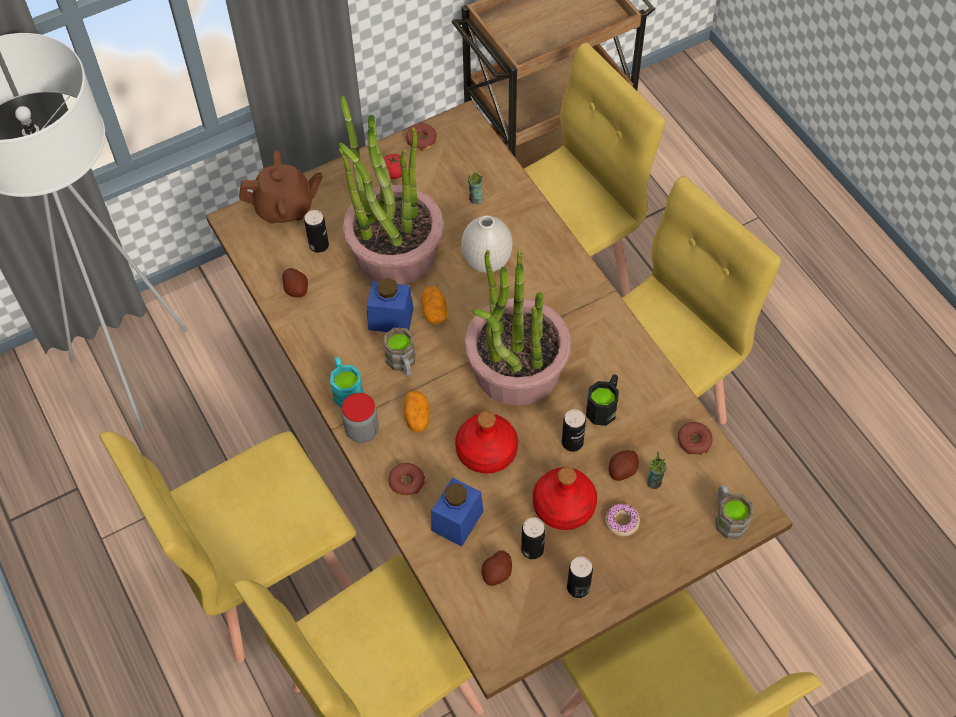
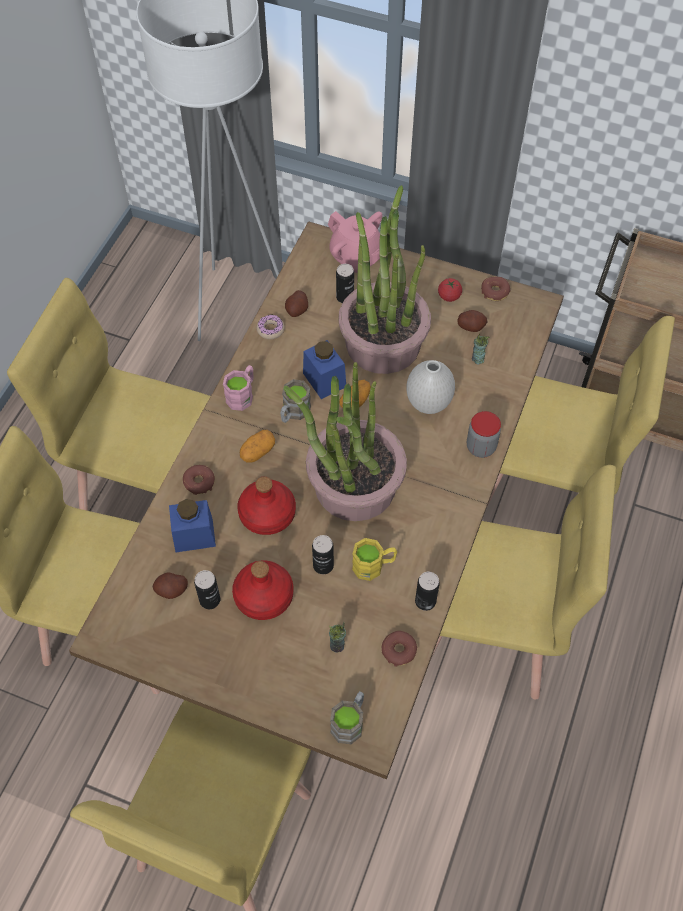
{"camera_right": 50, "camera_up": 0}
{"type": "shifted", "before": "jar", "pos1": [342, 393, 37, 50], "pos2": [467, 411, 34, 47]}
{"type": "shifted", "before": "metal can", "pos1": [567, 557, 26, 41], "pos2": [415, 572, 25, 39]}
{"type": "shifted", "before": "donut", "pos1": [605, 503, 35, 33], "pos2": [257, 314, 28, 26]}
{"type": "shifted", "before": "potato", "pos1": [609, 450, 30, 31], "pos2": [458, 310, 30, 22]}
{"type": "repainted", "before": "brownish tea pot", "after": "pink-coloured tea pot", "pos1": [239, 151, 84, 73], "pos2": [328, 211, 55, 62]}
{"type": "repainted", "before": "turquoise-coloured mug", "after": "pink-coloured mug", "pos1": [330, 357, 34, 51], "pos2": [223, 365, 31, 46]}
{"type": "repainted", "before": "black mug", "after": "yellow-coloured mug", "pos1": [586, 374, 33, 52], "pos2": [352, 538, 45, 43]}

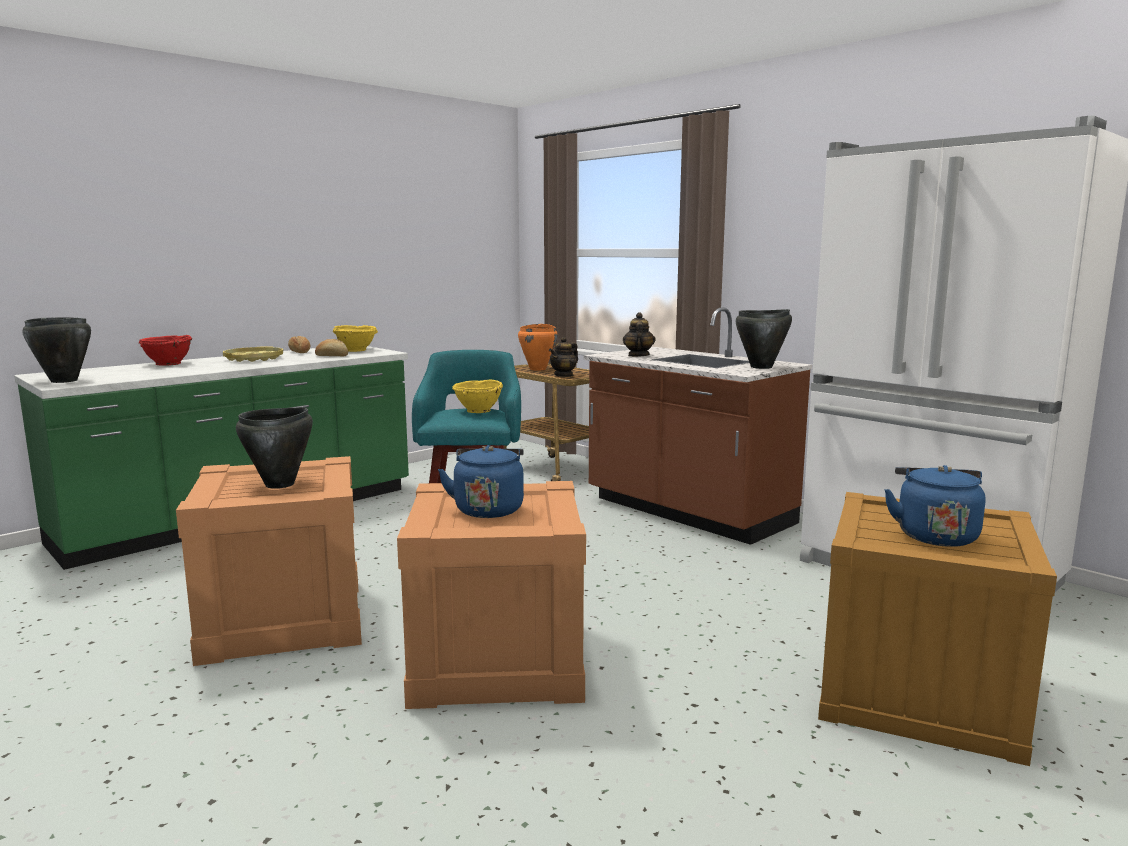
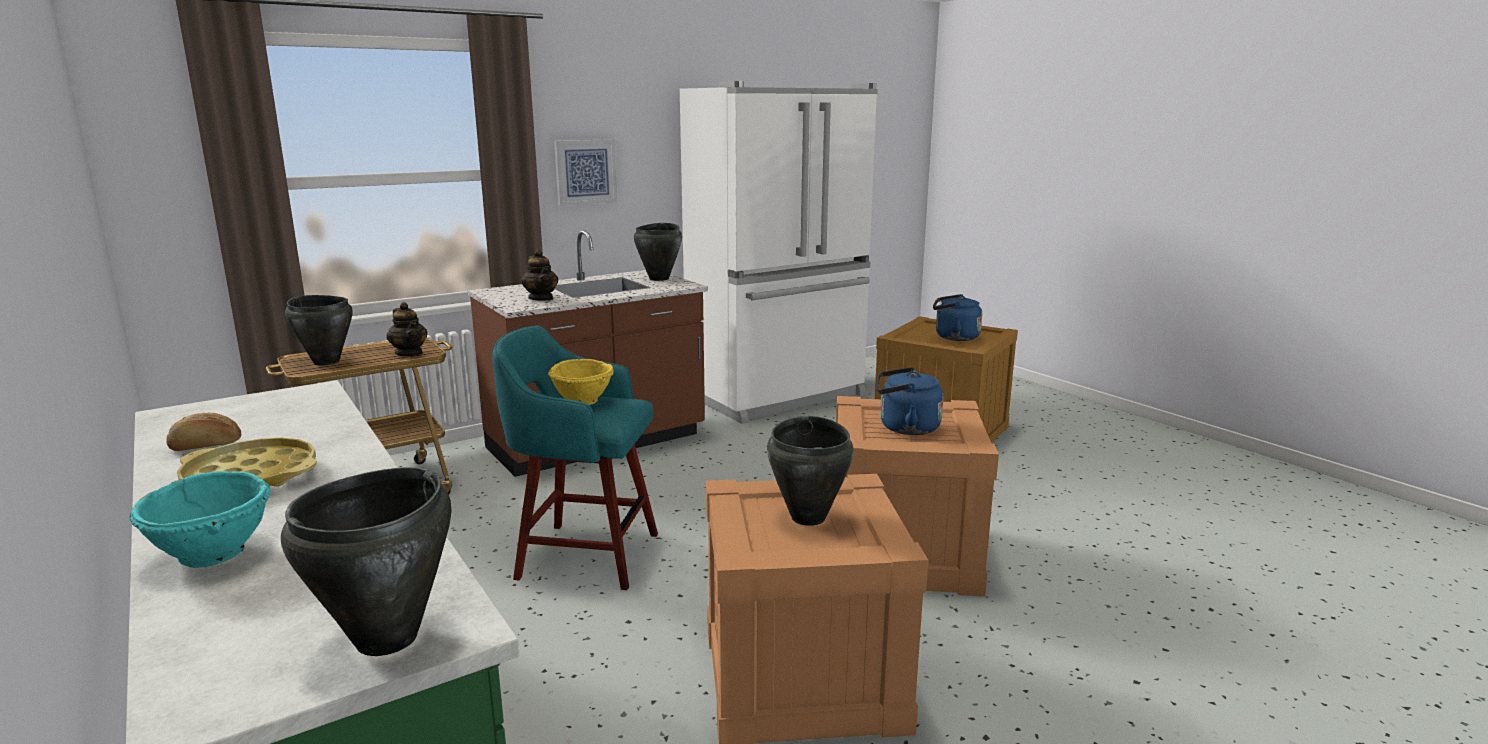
{"camera_right": -80, "camera_up": 5}
{"type": "gone", "before": "bread", "pos1": [315, 339, 33, 18]}
{"type": "gone", "before": "yellow-coloured bowl", "pos1": [333, 325, 45, 27]}
{"type": "new", "after": "picture", "pos2": [554, 139, 63, 67]}
{"type": "repainted", "before": "reddish bowl", "after": "turquoise-coloured bowl", "pos1": [139, 335, 53, 31], "pos2": [129, 471, 142, 97]}
{"type": "repainted", "before": "orange saucepot", "after": "black saucepot", "pos1": [518, 324, 40, 47], "pos2": [285, 295, 68, 71]}
{"type": "rotated", "before": "tea pot", "pos1": [623, 312, 33, 45], "pos2": [521, 250, 37, 51], "turn": -135}

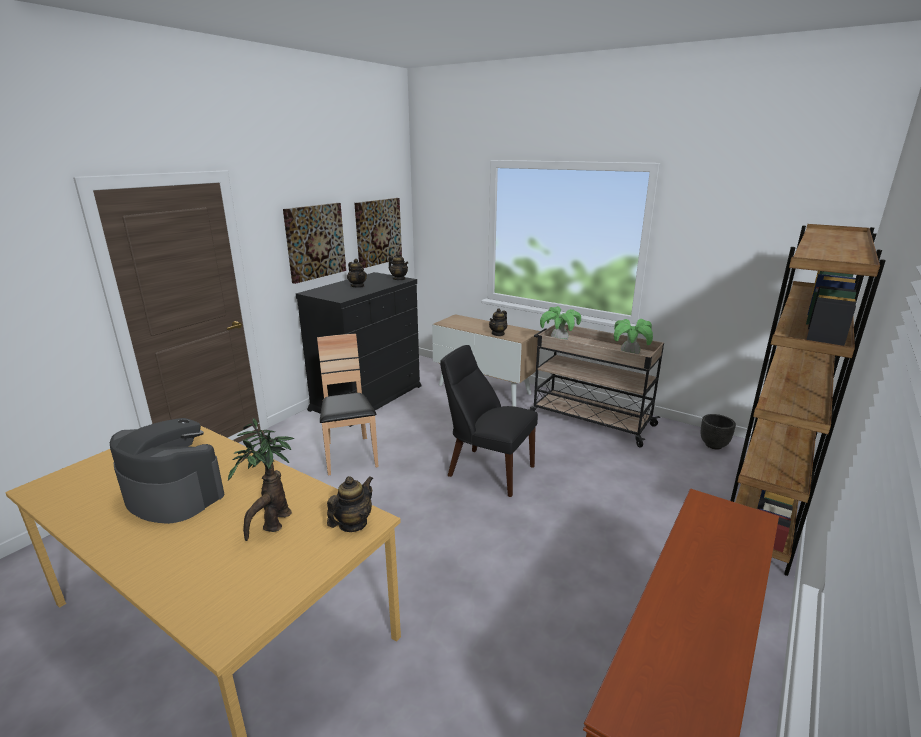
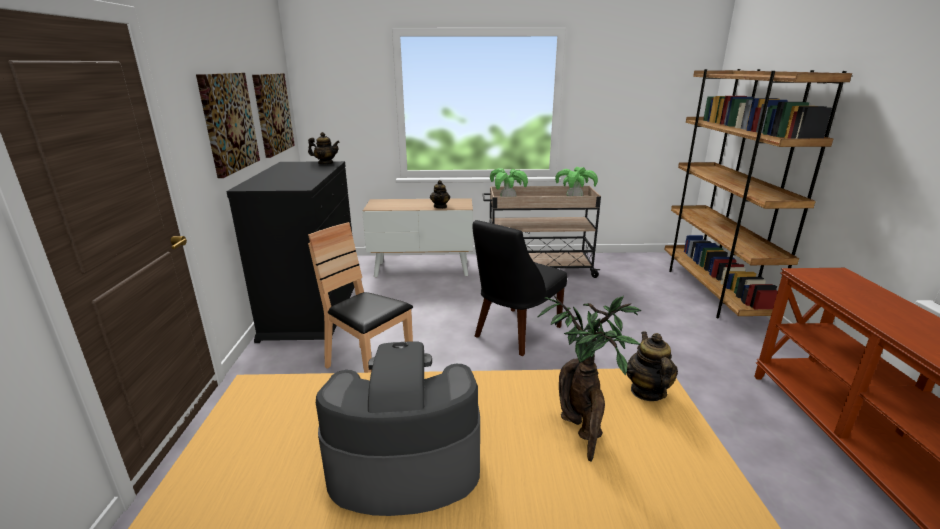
{"camera_right": -35, "camera_up": 0}
{"type": "gone", "before": "tea pot", "pos1": [347, 259, 20, 29]}
{"type": "gone", "before": "black plant pot", "pos1": [701, 414, 35, 36]}
{"type": "rotated", "before": "black plain chair", "pos1": [440, 345, 98, 152], "pos2": [473, 220, 94, 136], "turn": -45}

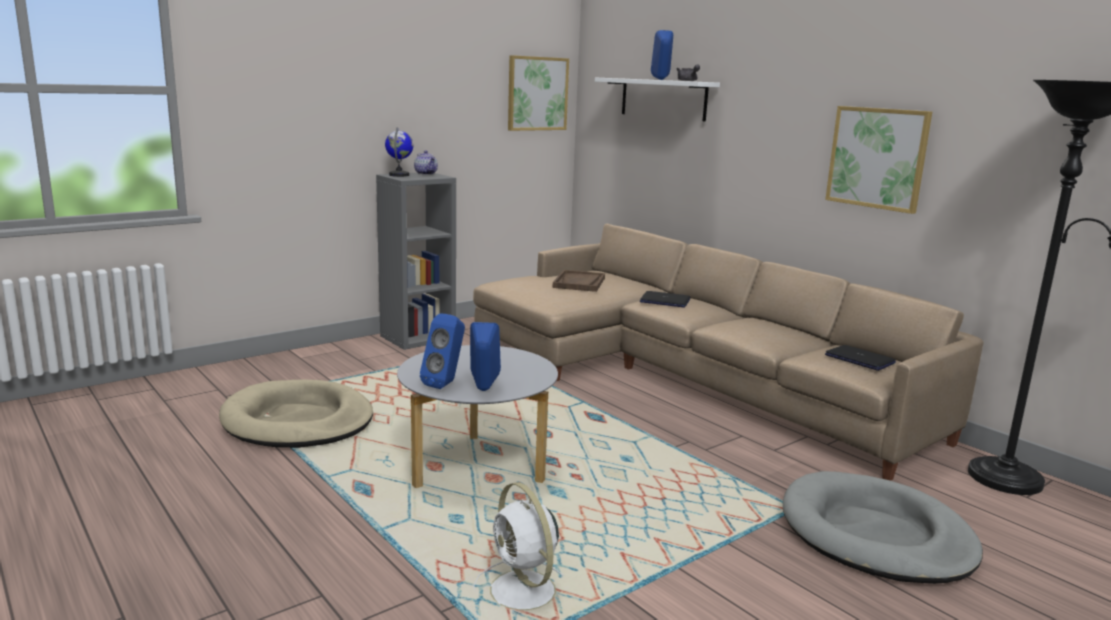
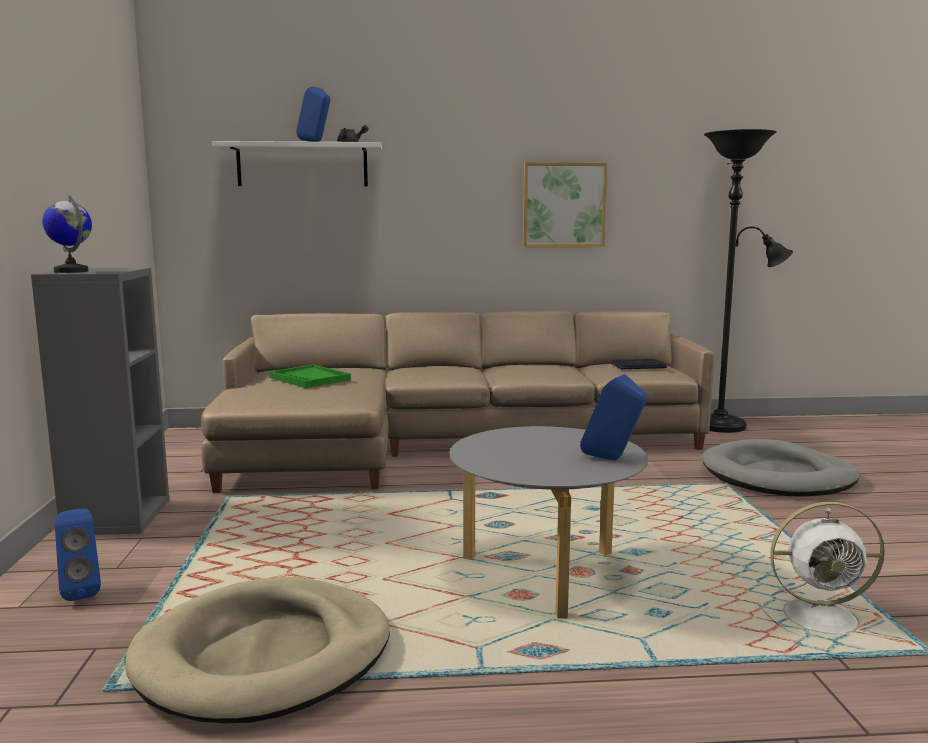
{"camera_right": -55, "camera_up": -5}
{"type": "gone", "before": "tea pot", "pos1": [414, 150, 24, 25]}
{"type": "gone", "before": "picture", "pos1": [508, 55, 61, 76]}
{"type": "gone", "before": "notebook computer", "pos1": [640, 291, 50, 17]}
{"type": "shifted", "before": "blue audio speaker", "pos1": [420, 314, 45, 75], "pos2": [55, 509, 46, 92]}
{"type": "repainted", "before": "brownish serving tray", "after": "green-coloured serving tray", "pos1": [552, 270, 53, 22], "pos2": [269, 365, 82, 23]}

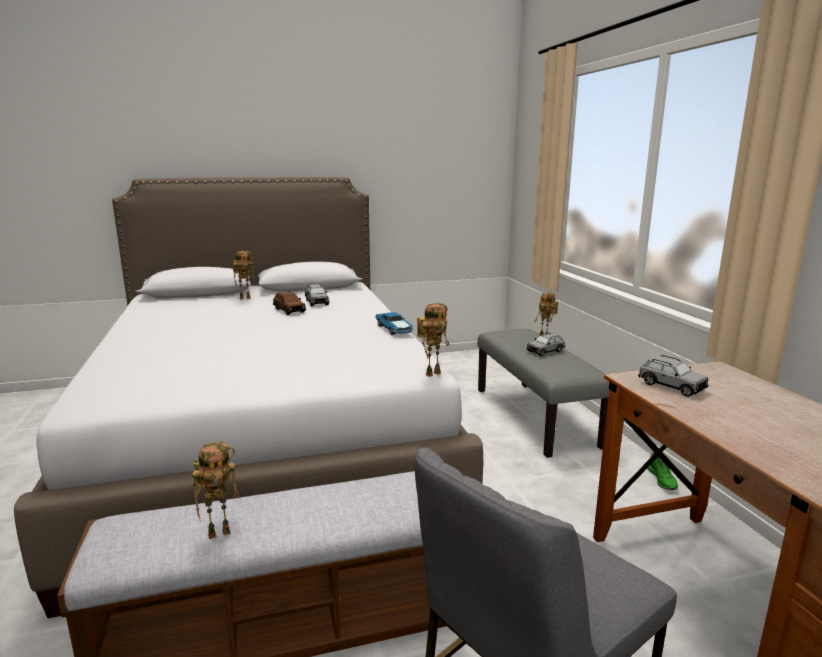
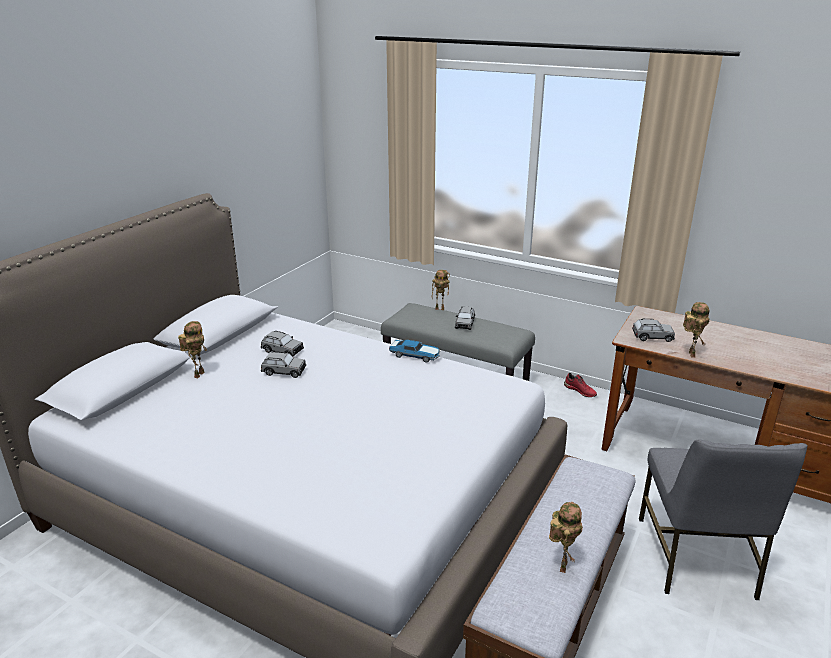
{"camera_right": -45, "camera_up": 10}
{"type": "shifted", "before": "toy robot", "pos1": [417, 303, 33, 74], "pos2": [683, 302, 27, 56]}
{"type": "repainted", "before": "brownish toy car", "after": "grey toy car", "pos1": [273, 291, 33, 24], "pos2": [261, 351, 45, 27]}
{"type": "repainted", "before": "green-coloured item of footwear", "after": "reddish item of footwear", "pos1": [647, 452, 31, 38], "pos2": [564, 373, 33, 24]}

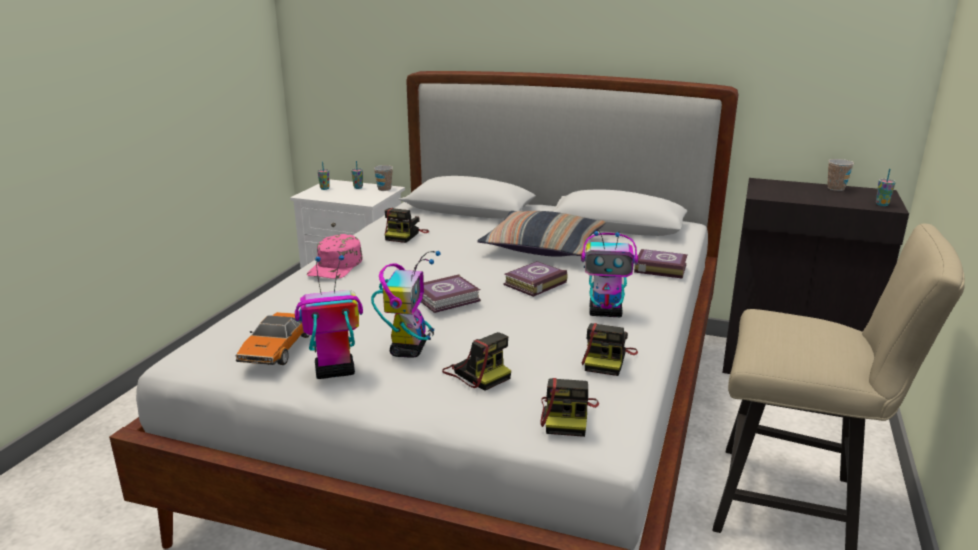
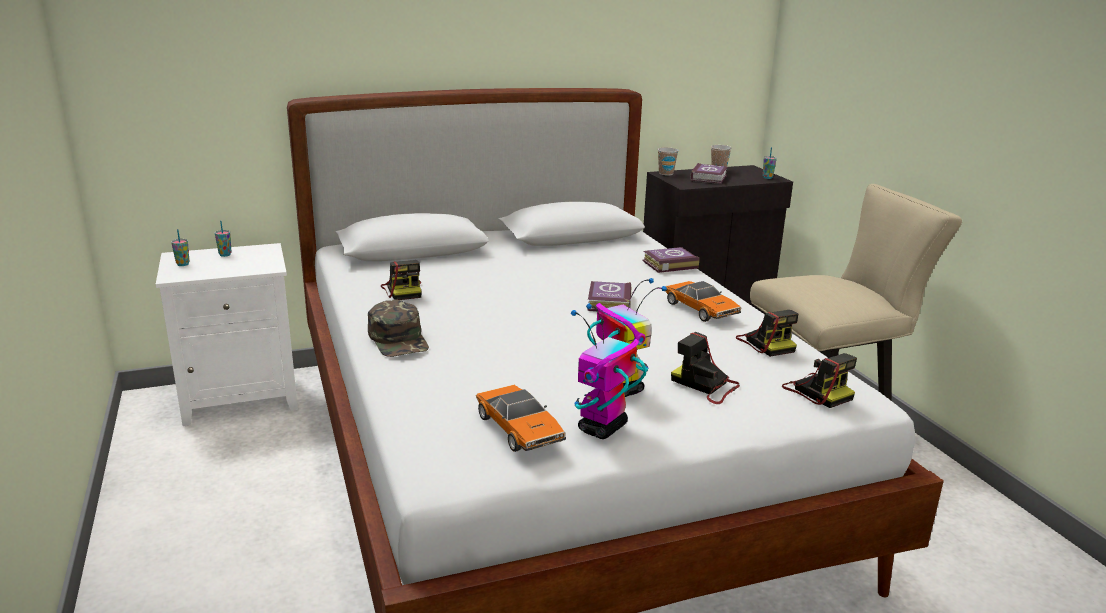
{"camera_right": -40, "camera_up": 0}
{"type": "gone", "before": "cushion", "pos1": [477, 211, 129, 46]}
{"type": "shifted", "before": "drinking cup", "pos1": [374, 165, 19, 26], "pos2": [657, 147, 22, 28]}
{"type": "shifted", "before": "bound book", "pos1": [421, 274, 60, 39], "pos2": [690, 163, 37, 21]}
{"type": "swapped", "before": "toy robot", "after": "toy car", "pos1": [581, 230, 57, 87], "pos2": [665, 281, 76, 41]}
{"type": "repainted", "before": "pink-coloured baseball cap", "after": "green-coloured baseball cap", "pos1": [307, 234, 55, 45], "pos2": [368, 300, 61, 57]}
{"type": "rotated", "before": "photo camera", "pos1": [442, 332, 69, 59], "pos2": [671, 332, 69, 72], "turn": -150}

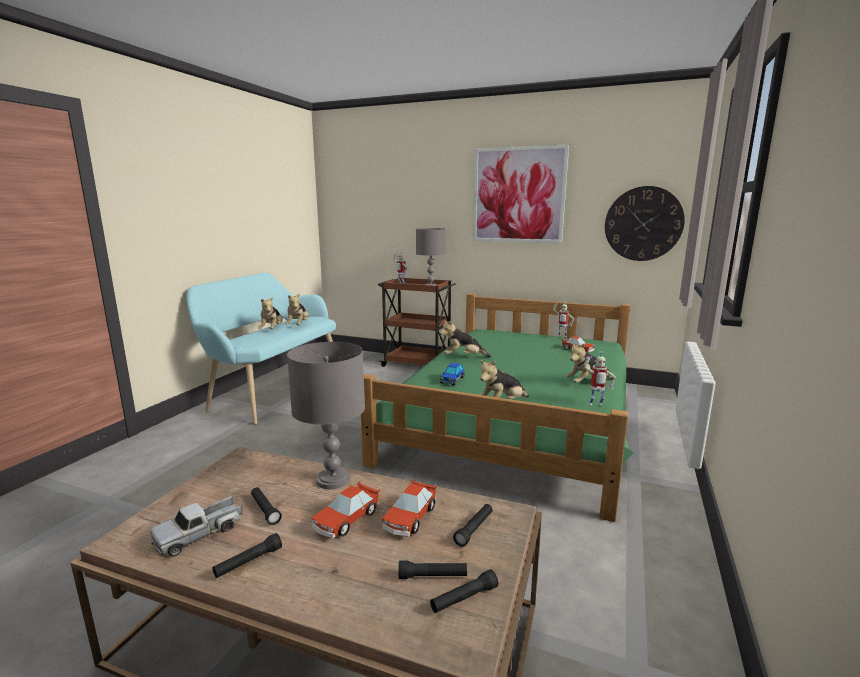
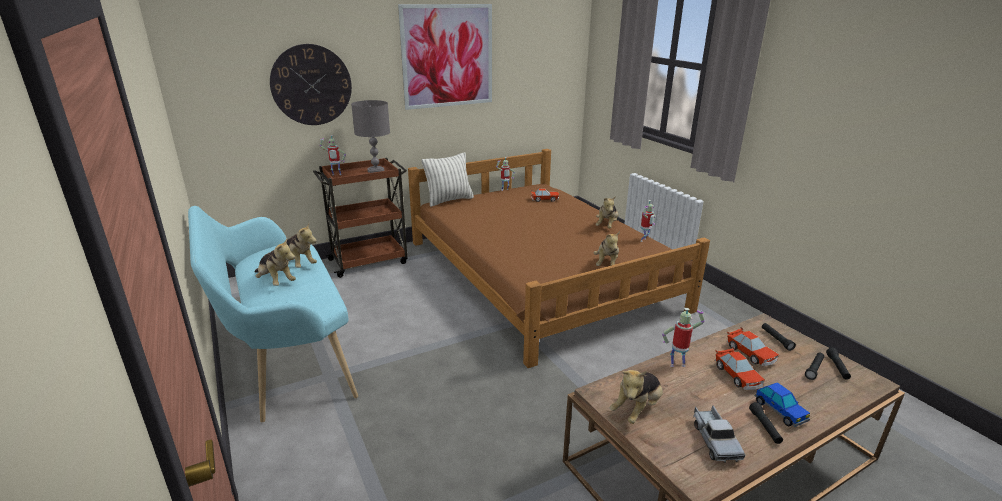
{"camera_right": -50, "camera_up": 10}
{"type": "gone", "before": "black hand torch", "pos1": [251, 487, 31, 38]}
{"type": "new", "after": "cushion", "pos2": [421, 152, 53, 55]}
{"type": "shifted", "before": "soft toy", "pos1": [440, 320, 51, 37], "pos2": [610, 370, 53, 54]}
{"type": "shifted", "before": "toy car", "pos1": [440, 363, 24, 22], "pos2": [755, 382, 55, 45]}
{"type": "shifted", "before": "hanging clock", "pos1": [605, 186, 80, 75], "pos2": [270, 44, 82, 81]}
{"type": "swapped", "before": "grey lamp for a table", "after": "toy robot", "pos1": [287, 342, 78, 148], "pos2": [662, 308, 42, 59]}
{"type": "repainted", "before": "green-coloured sleeping bed", "after": "brownish sleeping bed", "pos1": [361, 293, 273, 229], "pos2": [408, 149, 302, 219]}

